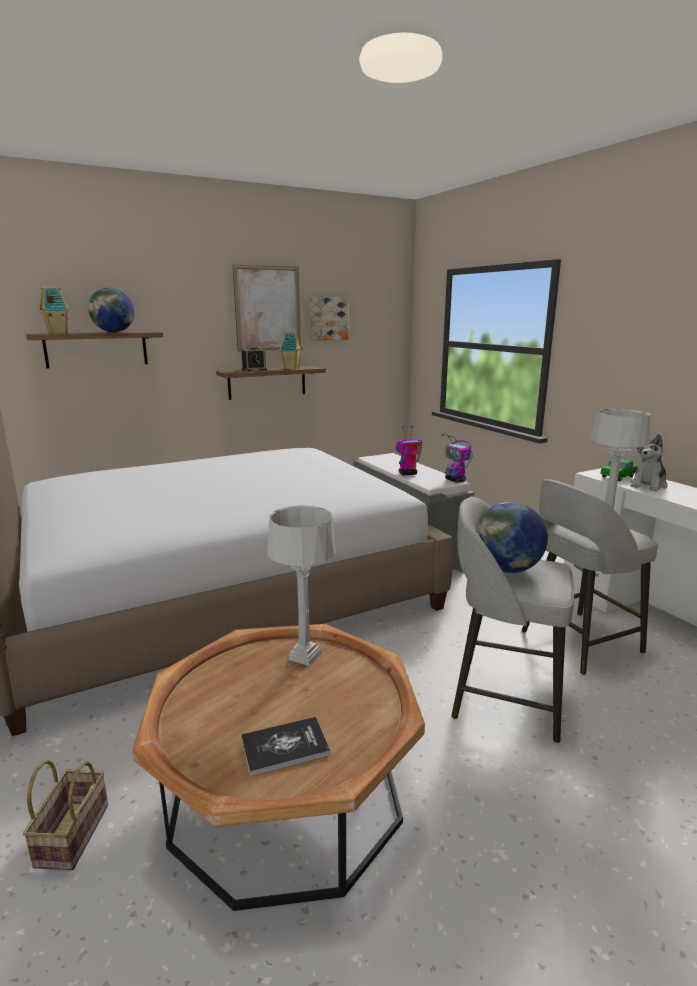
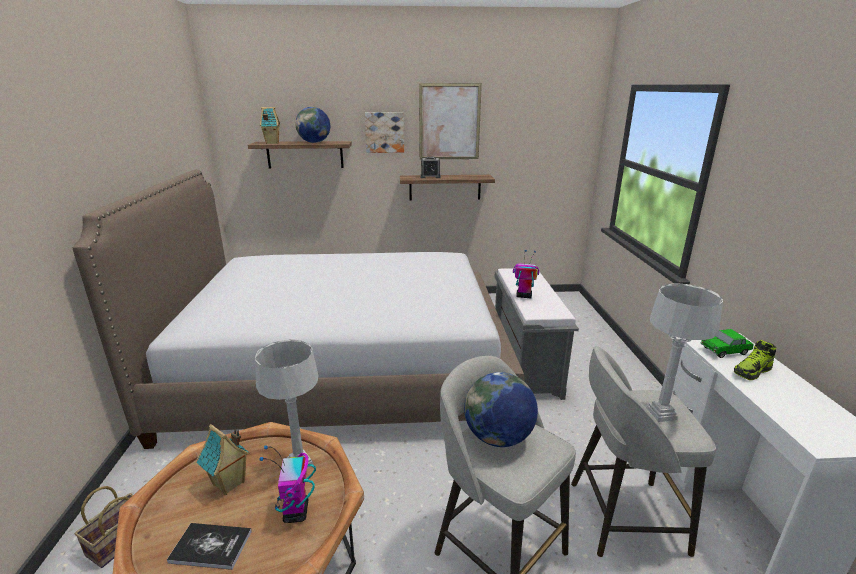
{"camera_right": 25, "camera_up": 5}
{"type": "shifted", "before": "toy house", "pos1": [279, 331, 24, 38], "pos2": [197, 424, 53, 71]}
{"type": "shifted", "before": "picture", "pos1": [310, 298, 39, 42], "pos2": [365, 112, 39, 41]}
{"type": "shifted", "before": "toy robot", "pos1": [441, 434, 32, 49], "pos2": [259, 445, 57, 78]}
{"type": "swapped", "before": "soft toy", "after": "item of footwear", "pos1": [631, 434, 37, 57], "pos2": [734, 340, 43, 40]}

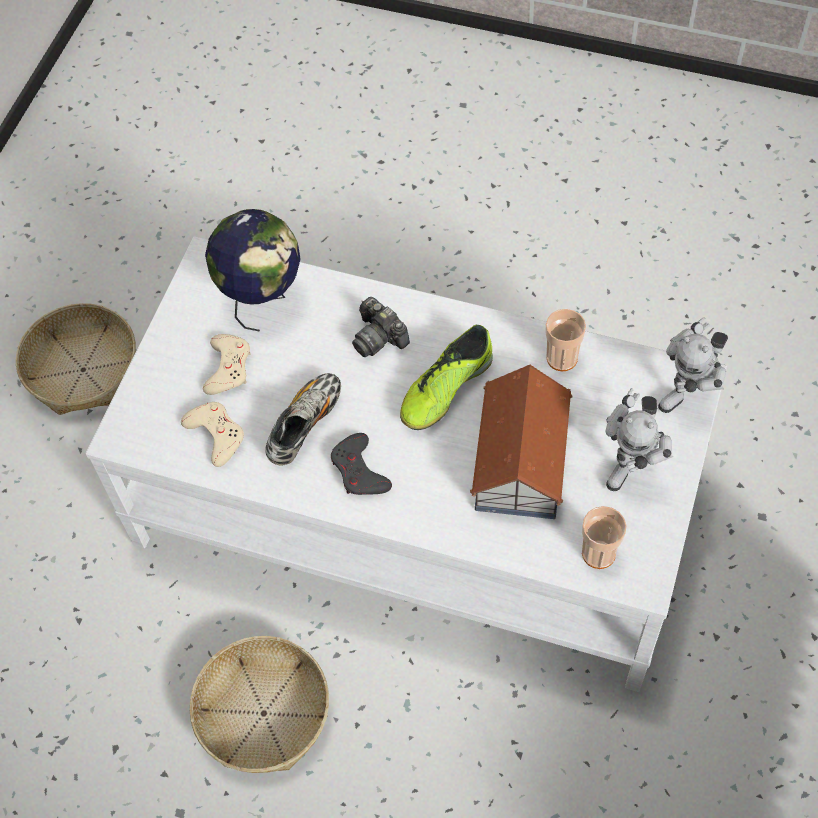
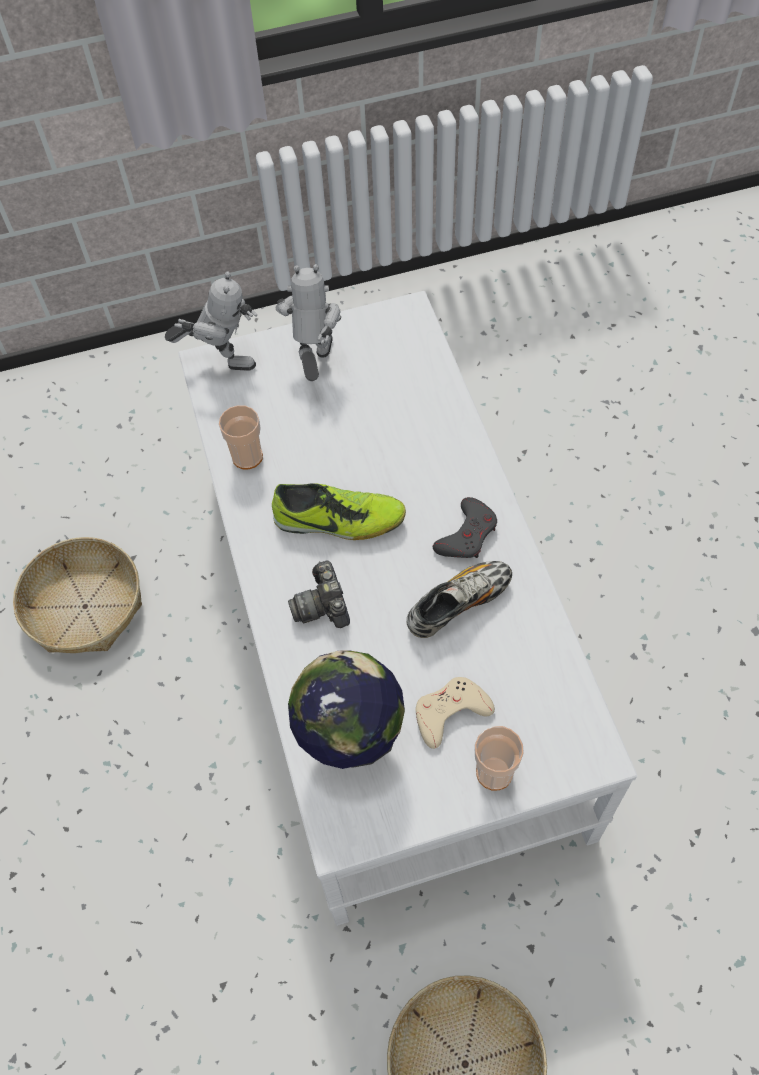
{"camera_right": -125, "camera_up": 0}
{"type": "gone", "before": "sand-coloured game controller", "pos1": [181, 402, 63, 65]}
{"type": "gone", "before": "toy house", "pos1": [470, 365, 103, 154]}
{"type": "shifted", "before": "basket", "pos1": [190, 636, 139, 137], "pos2": [13, 537, 129, 116]}
{"type": "shifted", "before": "drinking cup", "pos1": [582, 506, 45, 63], "pos2": [475, 726, 49, 65]}
{"type": "rotated", "before": "item of footwear", "pos1": [265, 373, 76, 93], "pos2": [407, 561, 105, 77], "turn": 150}
{"type": "rotated", "before": "photo camera", "pos1": [352, 297, 58, 60], "pos2": [288, 560, 62, 68], "turn": 150}
{"type": "rotated", "before": "toy robot", "pos1": [606, 388, 68, 103], "pos2": [276, 264, 65, 117], "turn": -75}

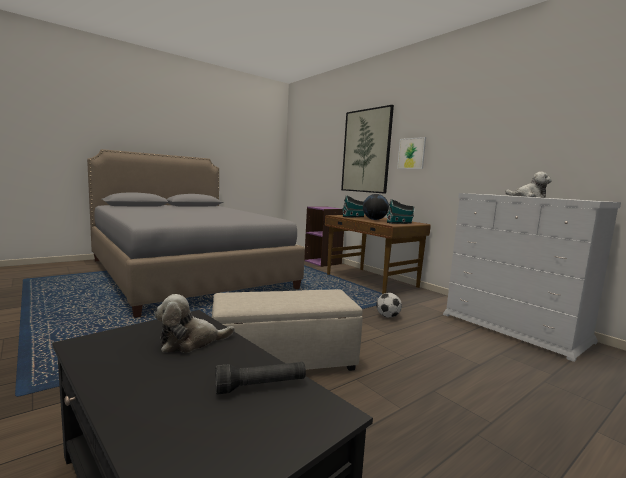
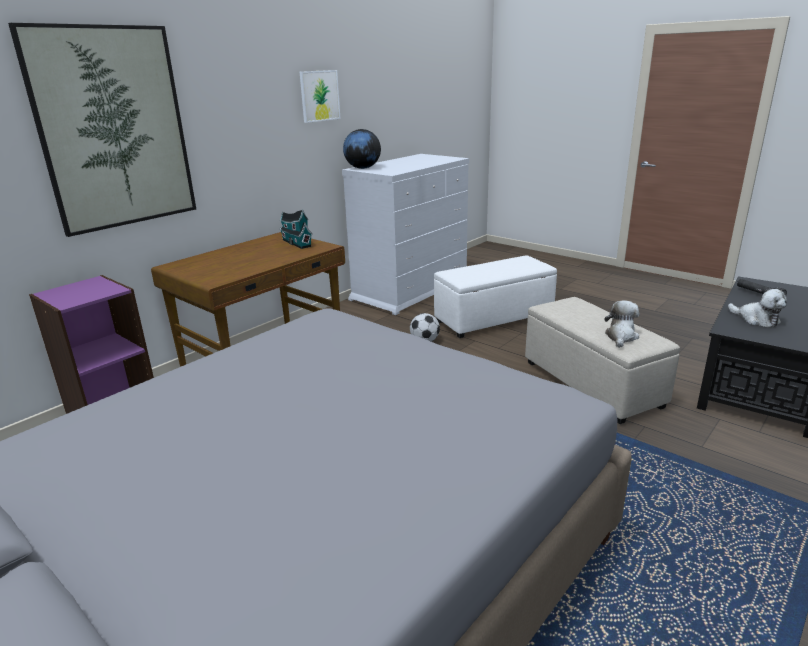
{"camera_right": -100, "camera_up": 15}
{"type": "gone", "before": "toy house", "pos1": [342, 195, 22, 23]}
{"type": "new", "after": "white-coloured ottoman", "pos2": [434, 255, 123, 83]}
{"type": "shifted", "before": "globe", "pos1": [363, 194, 26, 26], "pos2": [343, 129, 38, 40]}
{"type": "shifted", "before": "picture", "pos1": [397, 137, 29, 32], "pos2": [300, 70, 40, 53]}
{"type": "shifted", "before": "soft toy", "pos1": [505, 171, 47, 27], "pos2": [605, 300, 34, 48]}

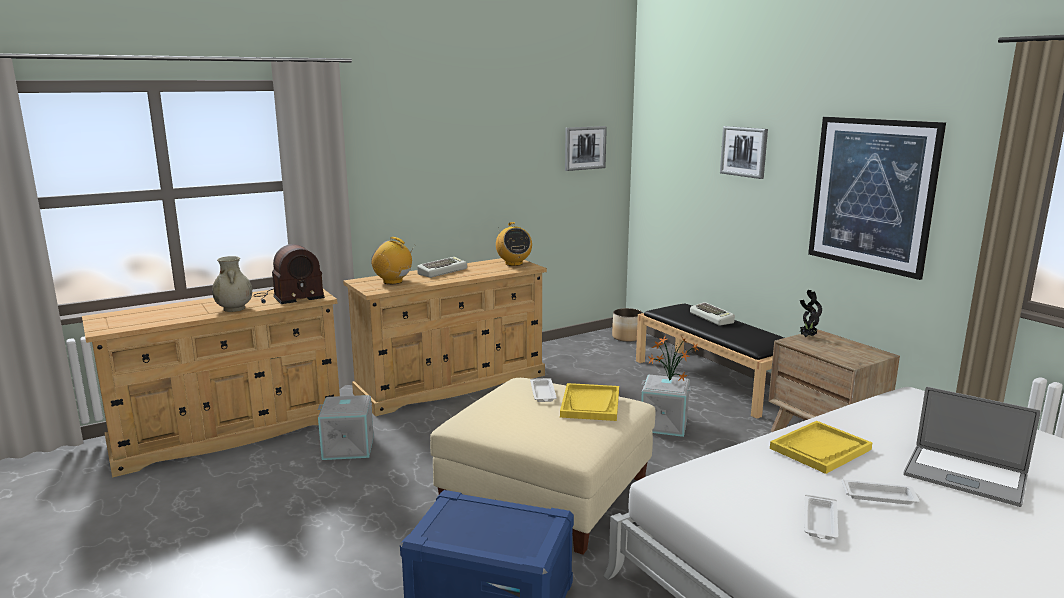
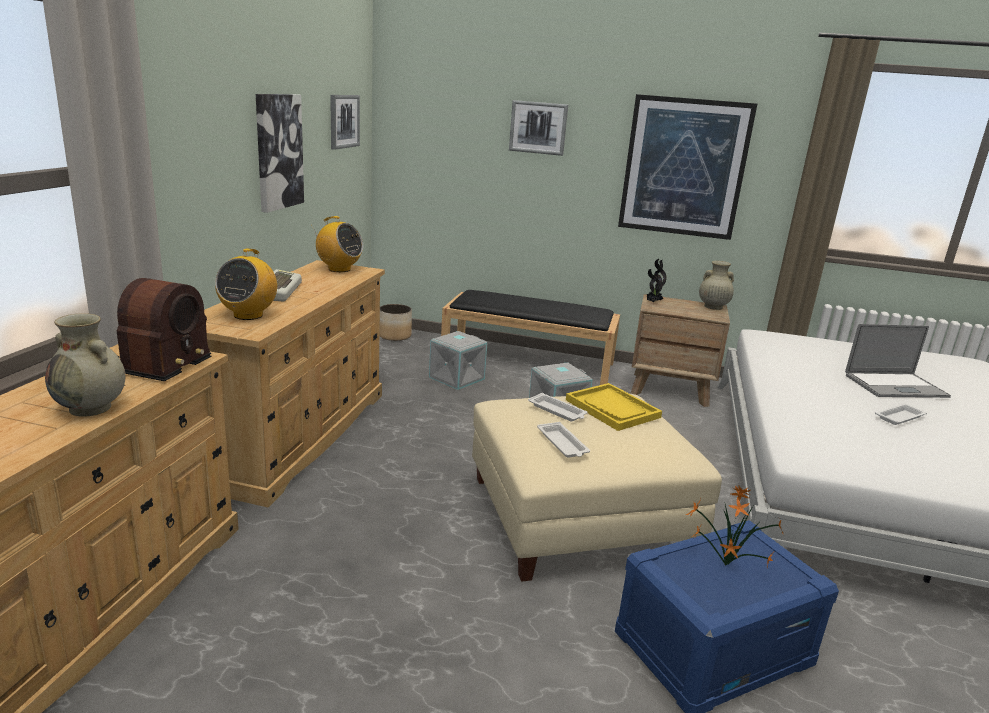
{"camera_right": -45, "camera_up": 5}
{"type": "gone", "before": "keyboard", "pos1": [690, 302, 45, 24]}
{"type": "gone", "before": "yellow-coloured serving tray", "pos1": [770, 421, 102, 53]}
{"type": "new", "after": "picture", "pos2": [256, 94, 48, 119]}
{"type": "new", "after": "sand-coloured decorative vase", "pos2": [699, 261, 35, 49]}
{"type": "shifted", "before": "grey storage box", "pos1": [317, 395, 57, 65], "pos2": [429, 331, 59, 59]}
{"type": "shifted", "before": "houseplant", "pos1": [648, 336, 50, 45], "pos2": [686, 485, 97, 81]}
{"type": "shifted", "before": "white-coloured serving tray", "pos1": [804, 494, 34, 46], "pos2": [537, 422, 53, 36]}
{"type": "rotated", "before": "radio receiver", "pos1": [371, 237, 44, 47], "pos2": [215, 248, 62, 72], "turn": -60}

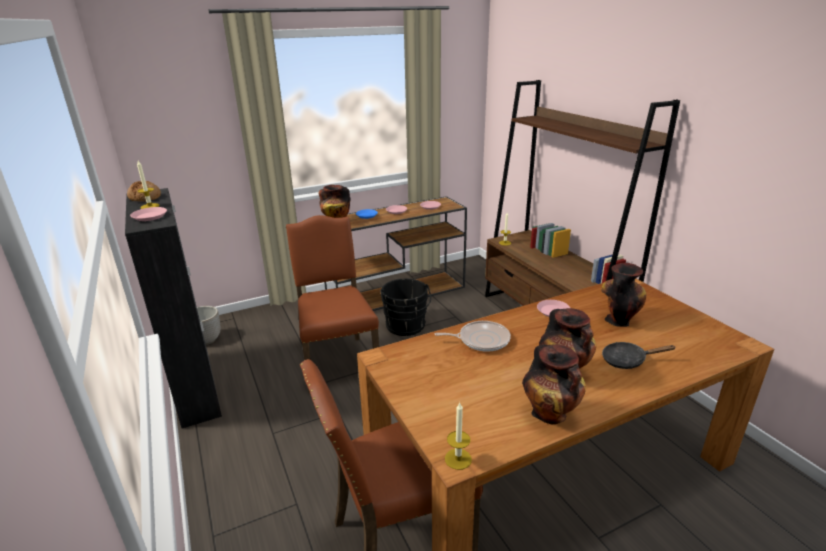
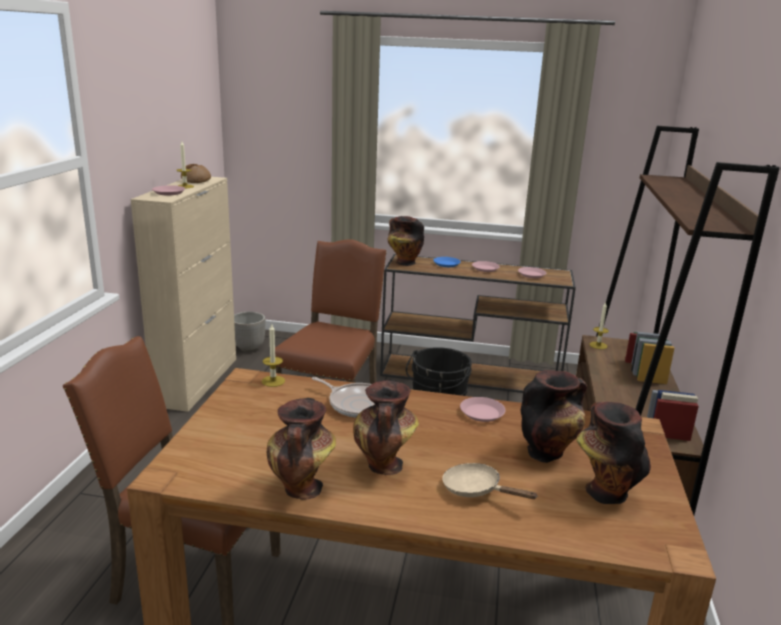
{"camera_right": 35, "camera_up": -5}
{"type": "new", "after": "decorative vase", "pos2": [576, 402, 75, 102]}
{"type": "shifted", "before": "candle", "pos1": [445, 403, 27, 67], "pos2": [262, 324, 23, 63]}
{"type": "repainted", "before": "black cabinet", "after": "sand-coloured cabinet", "pos1": [125, 188, 97, 241], "pos2": [130, 177, 106, 235]}
{"type": "repainted", "before": "black frying pan", "after": "sand-coloured frying pan", "pos1": [602, 342, 74, 27], "pos2": [442, 463, 96, 36]}

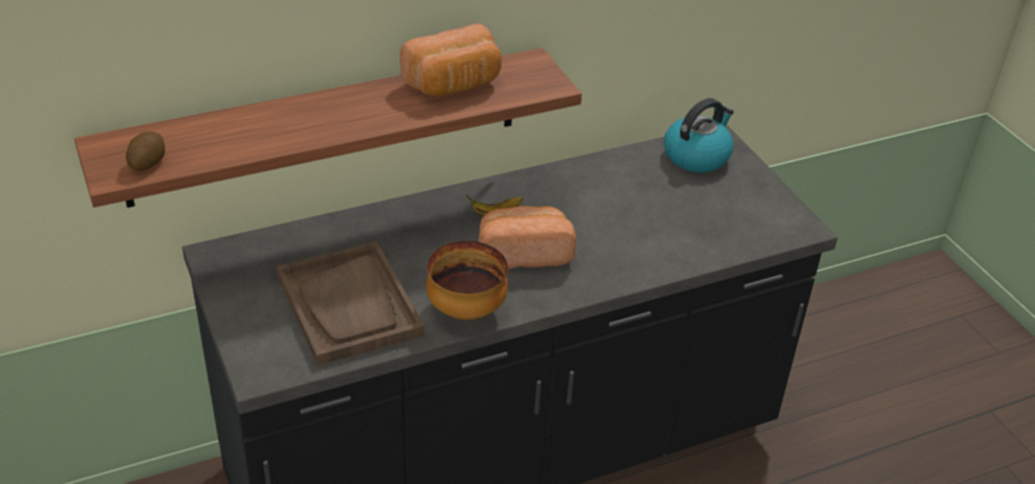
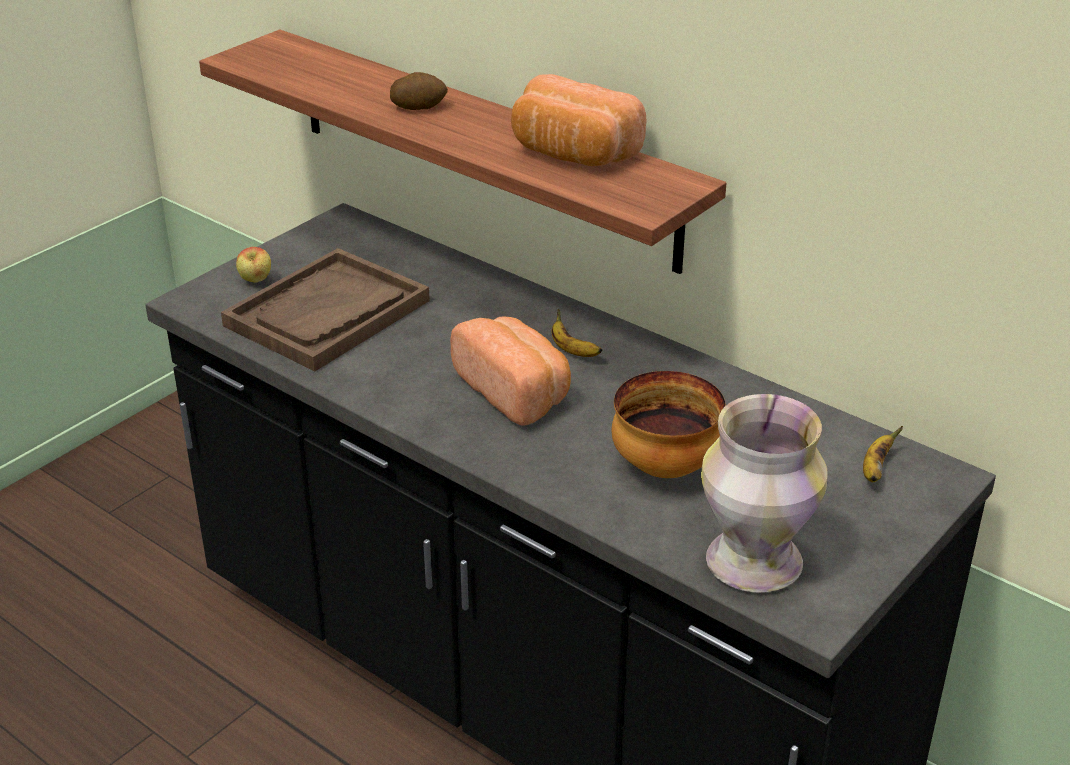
{"camera_right": 65, "camera_up": -5}
{"type": "new", "after": "whole apple", "pos2": [236, 247, 35, 36]}
{"type": "new", "after": "decorative vase", "pos2": [701, 394, 127, 198]}
{"type": "shifted", "before": "potato", "pos1": [126, 131, 39, 40], "pos2": [390, 72, 58, 38]}
{"type": "shifted", "before": "bowl", "pos1": [426, 241, 82, 79], "pos2": [612, 371, 114, 107]}
{"type": "swapped", "before": "kettle", "after": "banana", "pos1": [664, 98, 70, 74], "pos2": [863, 426, 40, 56]}

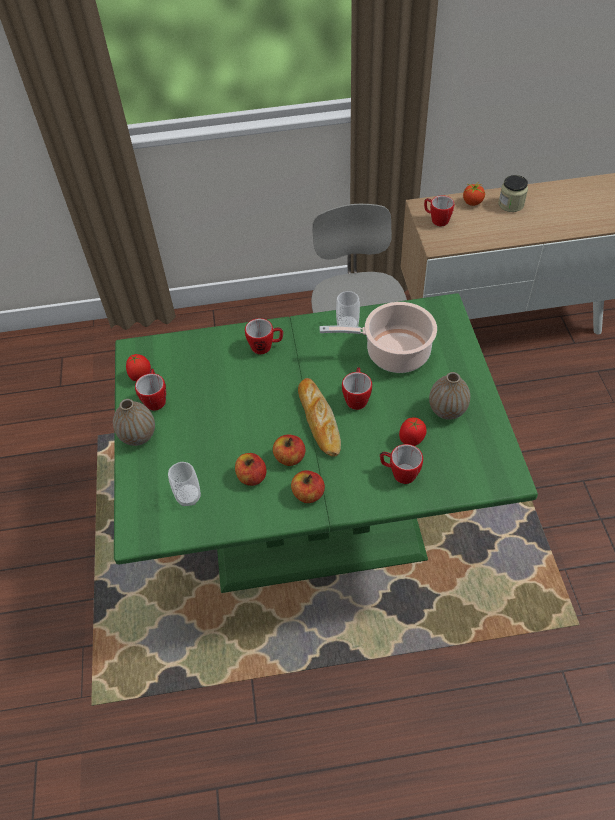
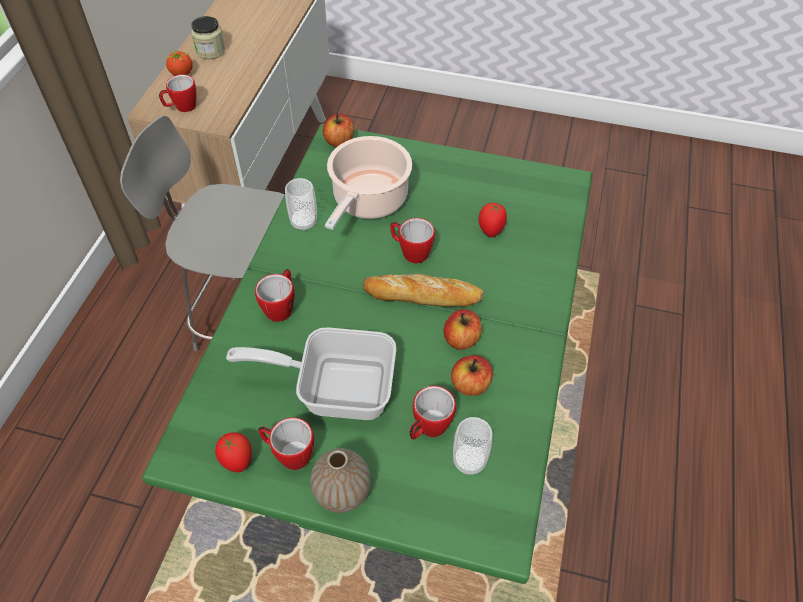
{"camera_right": -70, "camera_up": 0}
{"type": "gone", "before": "decorative vase", "pos1": [429, 372, 41, 48]}
{"type": "new", "after": "frying pan", "pos2": [226, 327, 170, 93]}
{"type": "shifted", "before": "whole apple", "pos1": [291, 470, 34, 33], "pos2": [323, 114, 31, 33]}
{"type": "shifted", "before": "mug", "pos1": [380, 444, 43, 40], "pos2": [409, 386, 47, 53]}

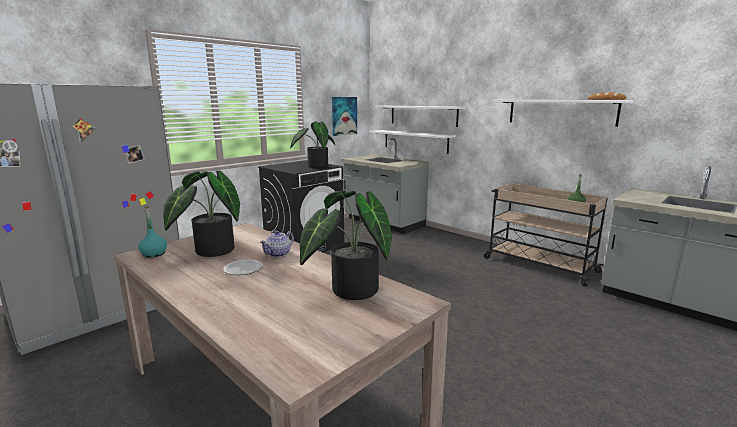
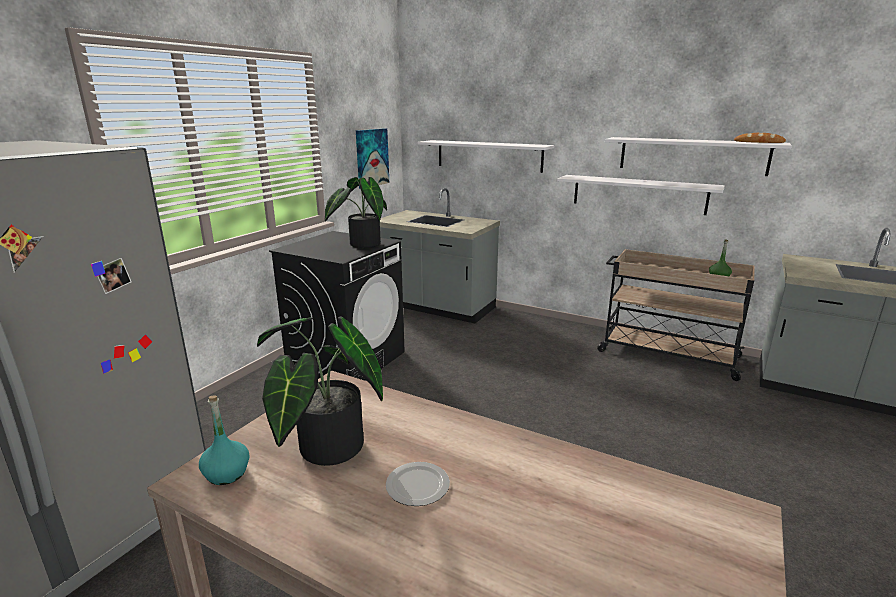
{"camera_right": -15, "camera_up": 5}
{"type": "gone", "before": "tea pot", "pos1": [260, 230, 34, 27]}
{"type": "gone", "before": "houseplant", "pos1": [300, 190, 92, 110]}
{"type": "shifted", "before": "white-coloured bracket shelf", "pos1": [369, 130, 87, 24], "pos2": [557, 175, 168, 40]}

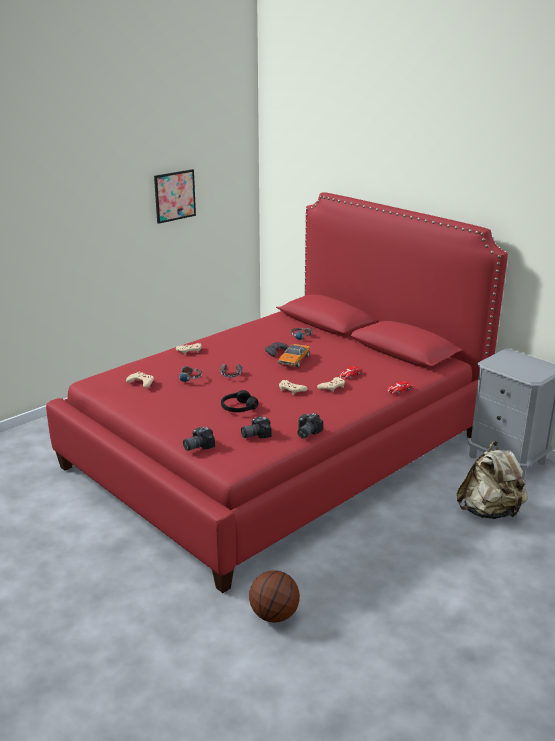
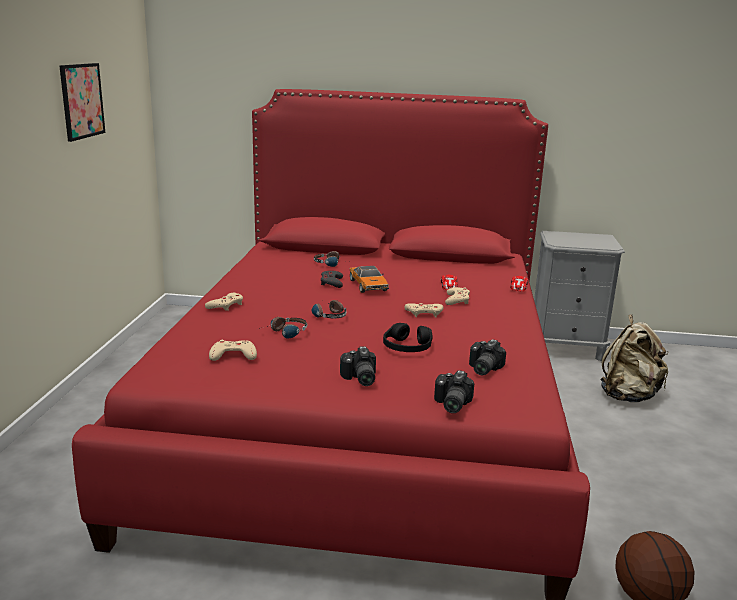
{"camera_right": -40, "camera_up": -5}
{"type": "shifted", "before": "photo camera", "pos1": [297, 413, 26, 26], "pos2": [340, 346, 36, 40]}

